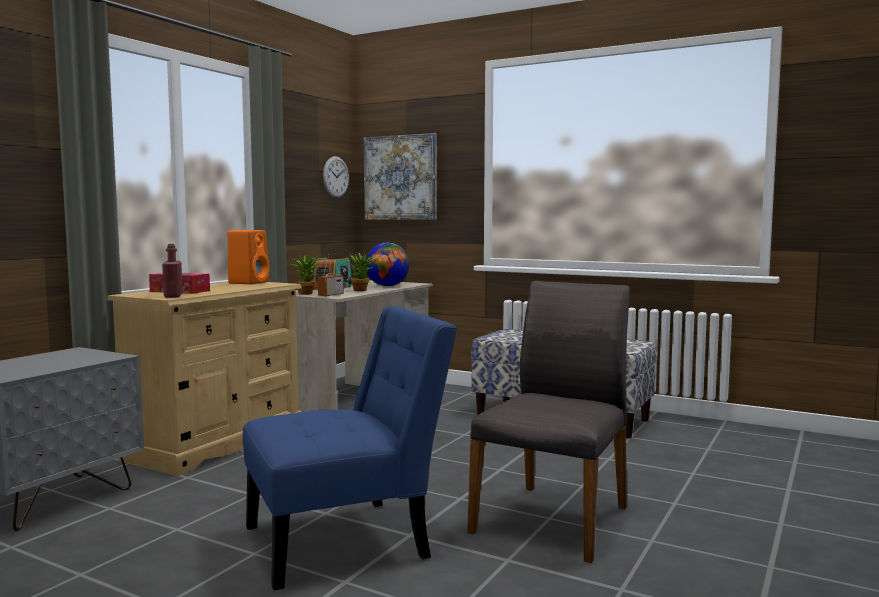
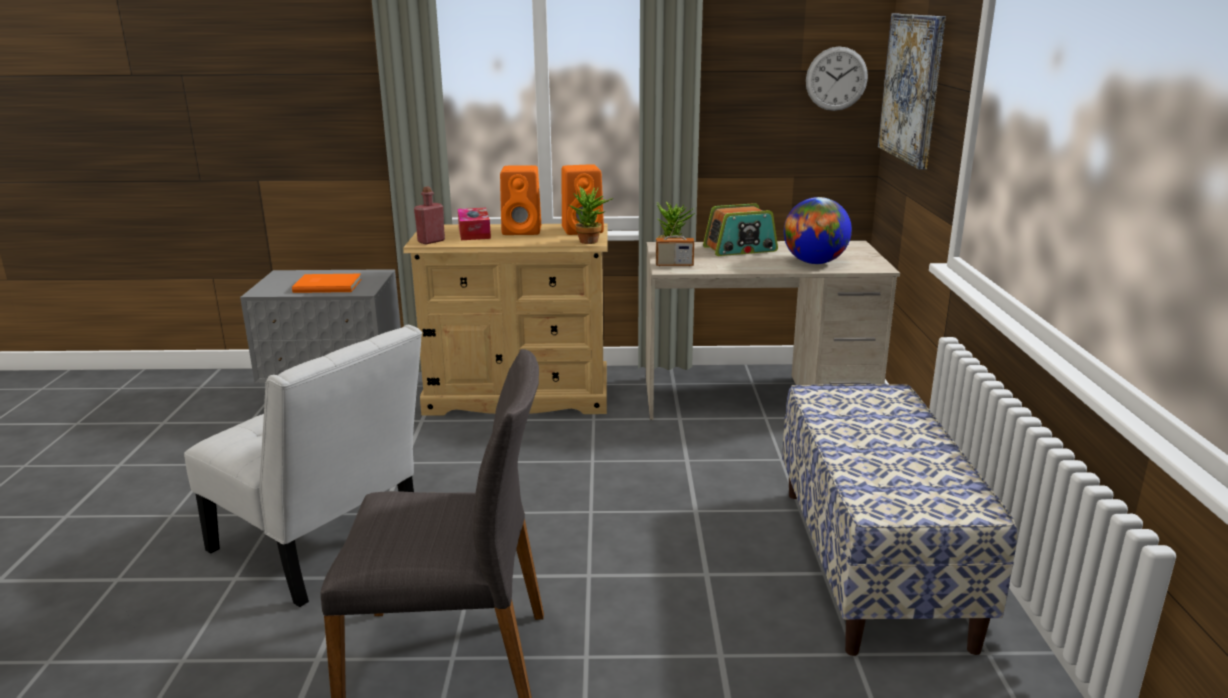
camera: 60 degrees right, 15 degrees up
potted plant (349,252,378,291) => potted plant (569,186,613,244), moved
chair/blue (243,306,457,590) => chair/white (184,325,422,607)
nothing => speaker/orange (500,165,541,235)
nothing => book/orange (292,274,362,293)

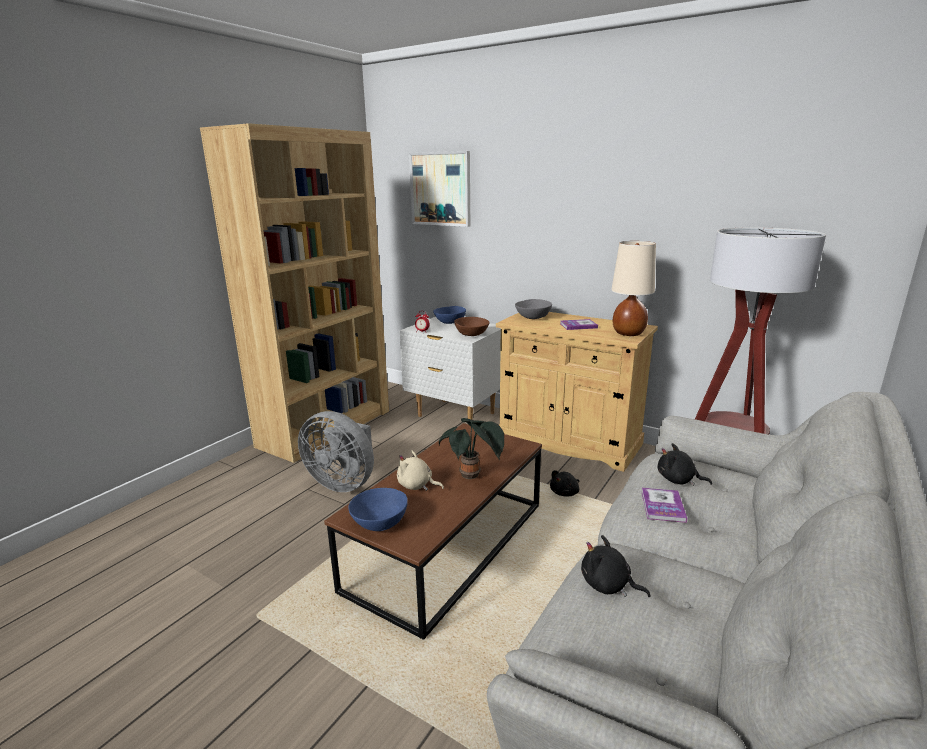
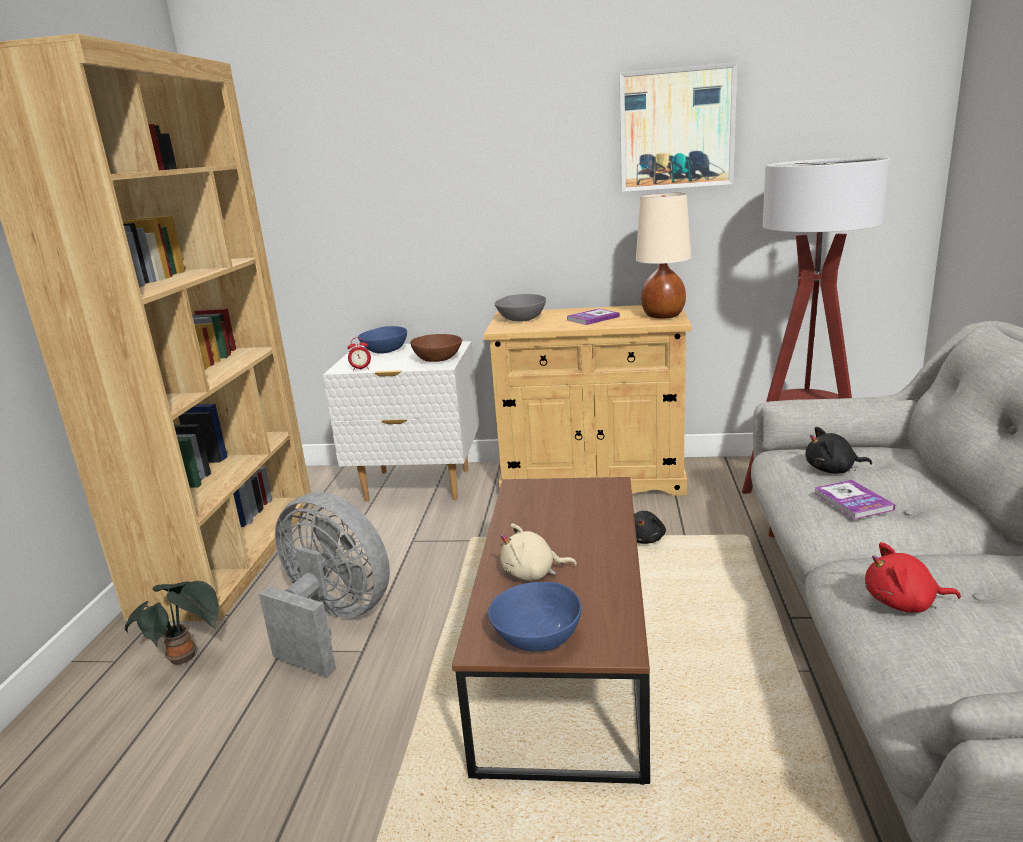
camera: 25 degrees left, 0 degrees up
picture (409,151,470,227) => picture (619,62,737,192), moved
fan/grey (298,411,374,492) => fan/grey (259,492,390,676), 150 degrees counterclockwise
potted plant (439,418,504,479) => potted plant (125,581,219,665), moved
plush toy/black (581,535,650,597) => plush toy/red (865,542,961,613)

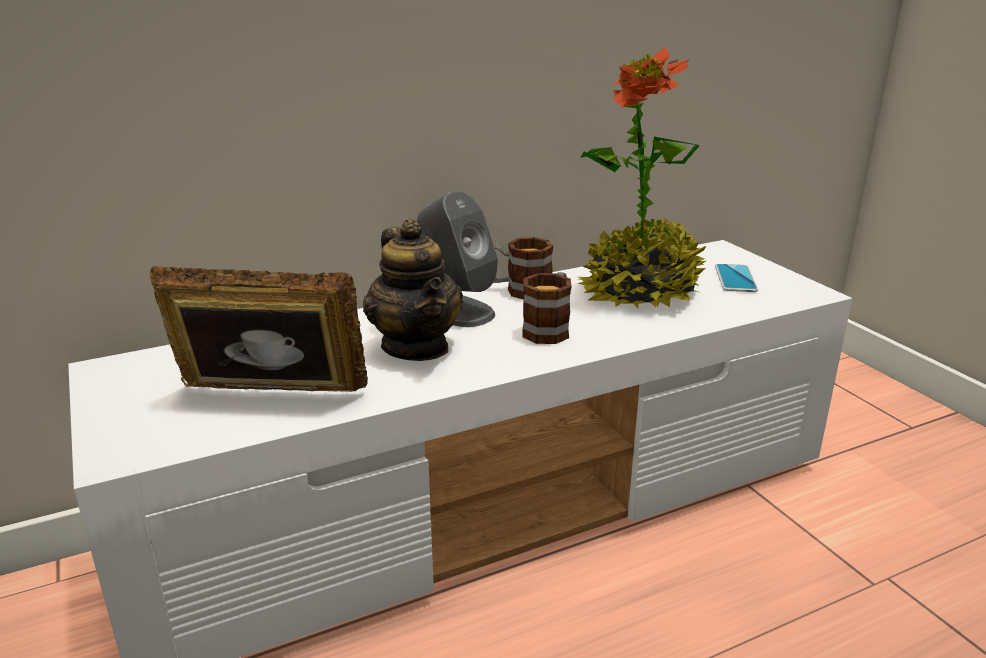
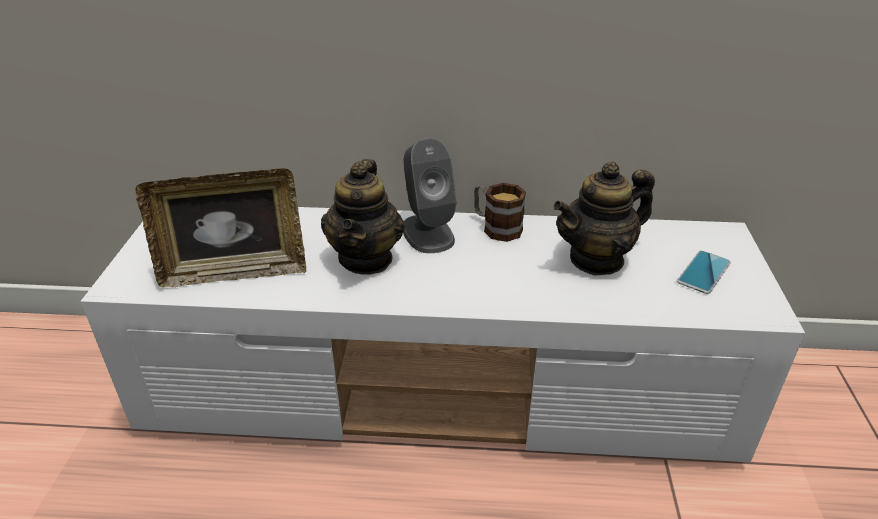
camera: 30 degrees right, 10 degrees up
potted plant (577,47,706,308) => teapot (553,162,655,275)
picture frame (150,266,368,392) => picture frame (136,169,306,287), 135 degrees clockwise
mug (523,272,572,344) => nothing

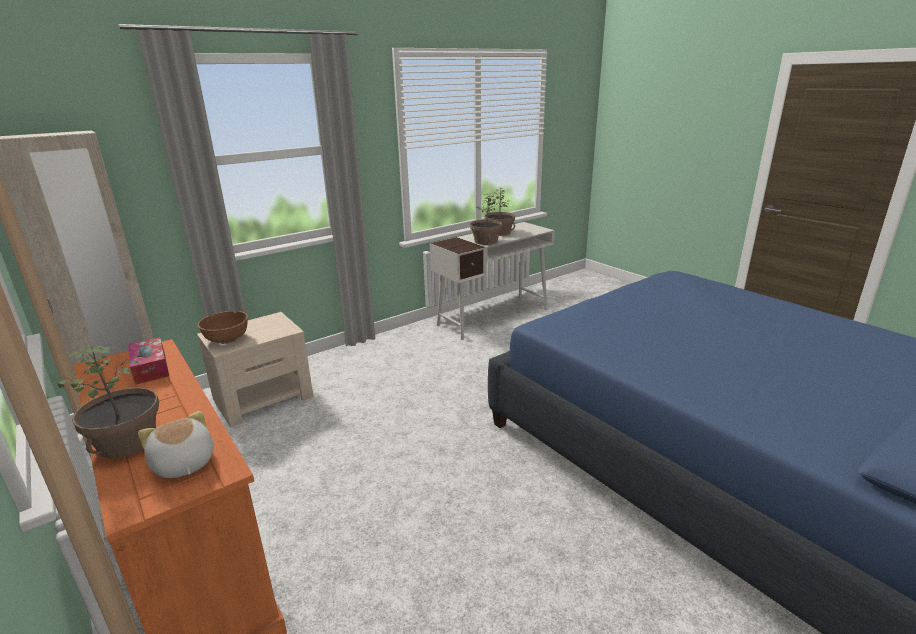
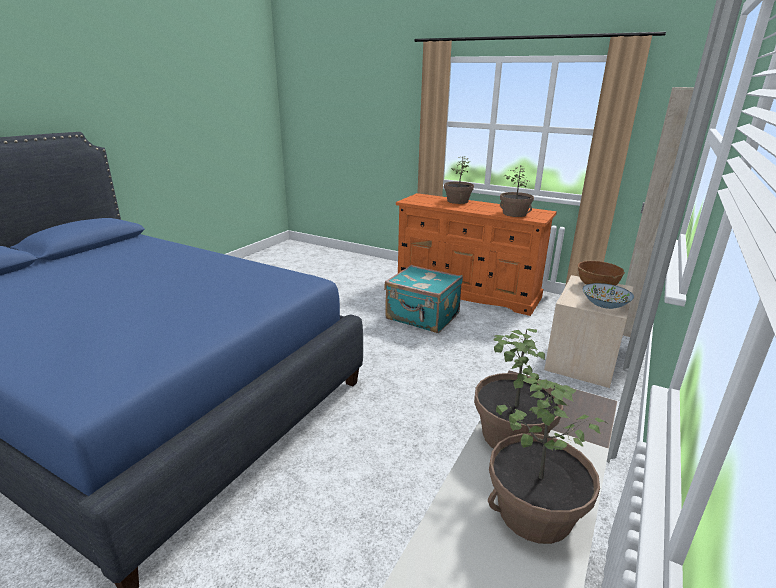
camera: 155 degrees right, 0 degrees up
tissue box (128,337,169,385) => potted plant (500,166,534,217)
plush toy (138,411,214,478) => nothing
nothing => suitcase/turquoise (384,265,463,333)
nothing => bowl (583,283,634,309)

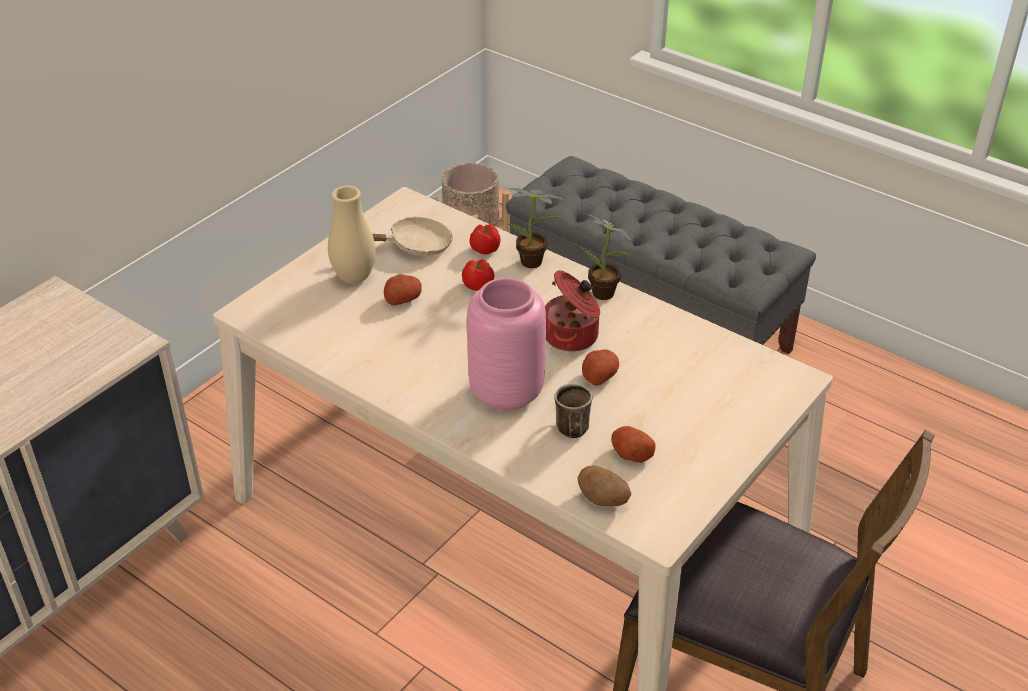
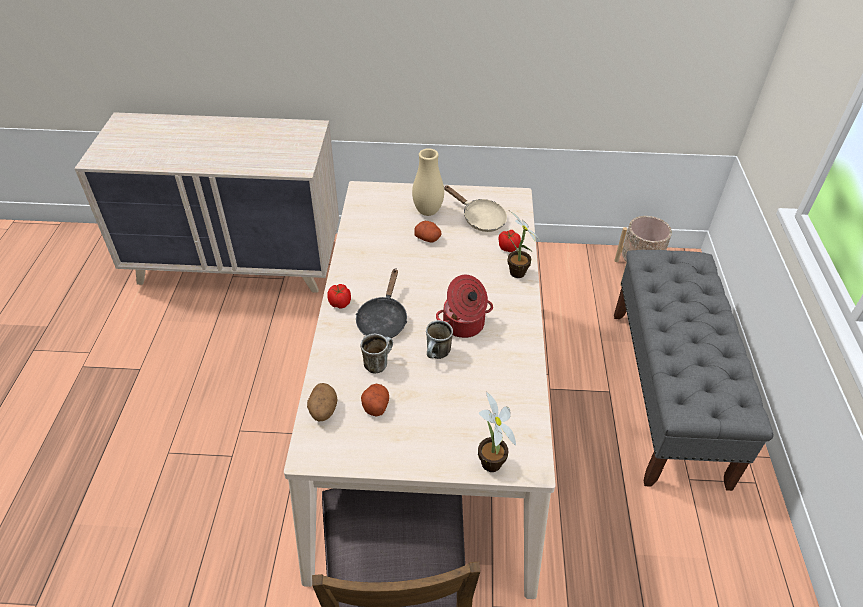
camera: 55 degrees right, 5 degrees up
potted plant (581,212,631,300) => potted plant (478,392,516,472), moved
tomato (462,260,495,291) => tomato (327,284,351,308), moved
vase/pink (467,278,546,411) => frying pan/black (356,268,407,338)
potato (582,350,619,386) => mug (426,320,453,359)

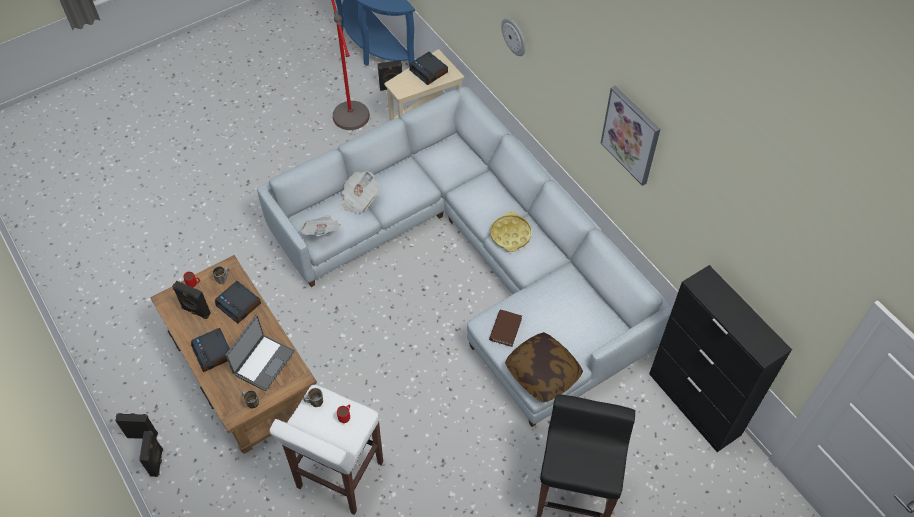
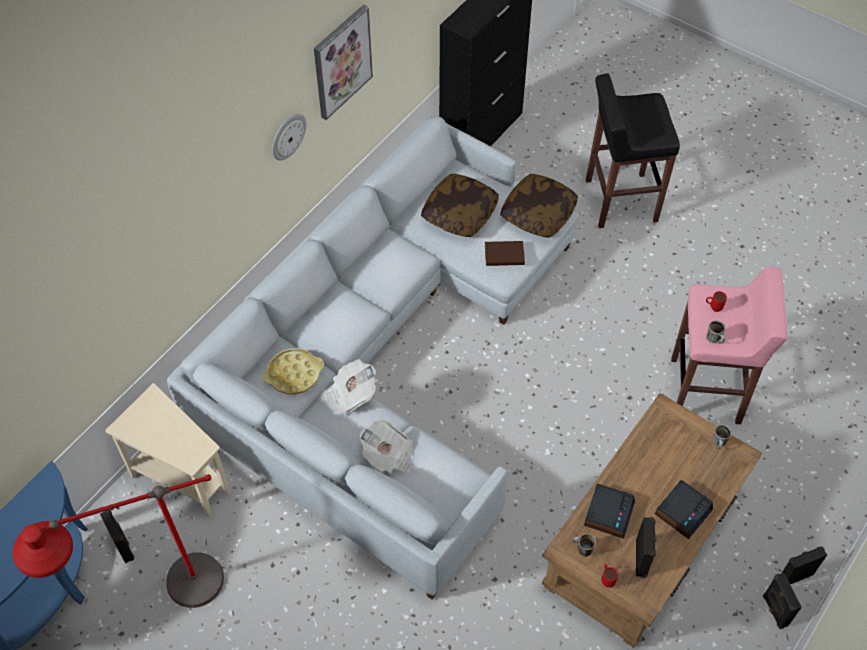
camera: 110 degrees left, 0 degrees up
wall clock (501,18,526,56) => wall clock (272,114,307,161), moved
alarm clock (409,52,448,85) => nothing
tray/yellow (490,211,532,252) => tray/yellow (262,348,324,395), moved
newspaper (300,215,341,236) => newspaper (323,359,376,415), moved
laptop (225,315,295,391) => nothing
stool/white (269,385,383,515) => stool/pink (671,266,787,424)
nothing => pillow (421,174,499,237)

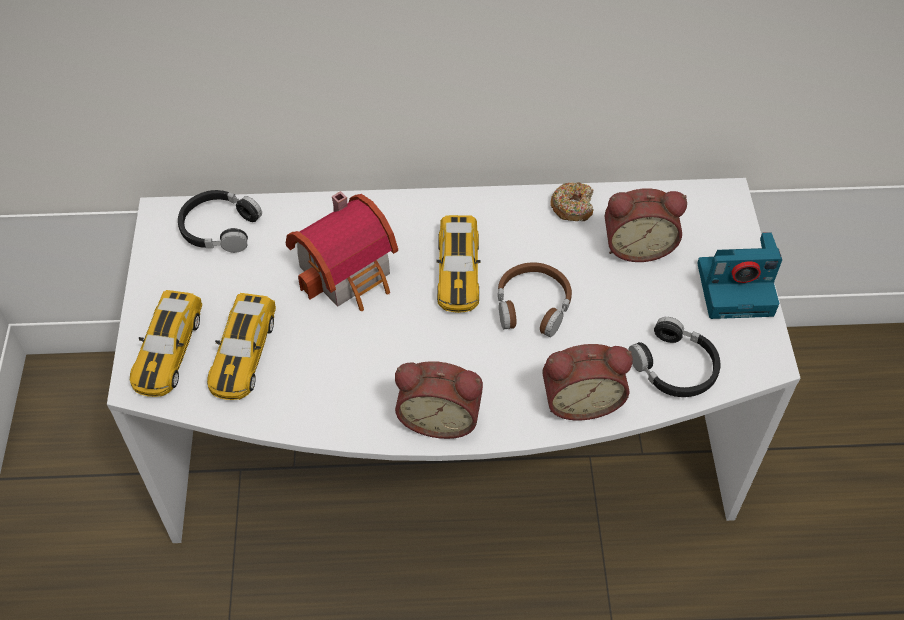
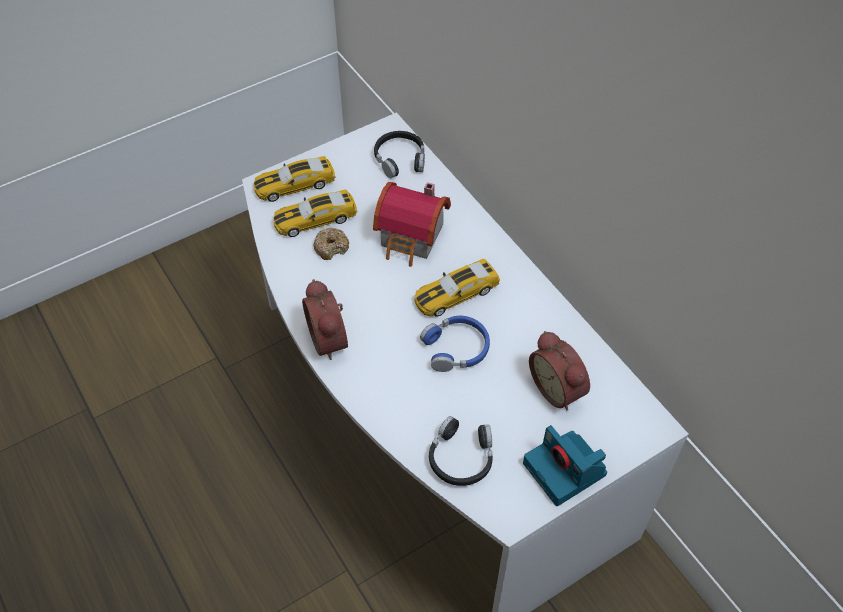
camera: 60 degrees right, 0 degrees up
donut (550,182,594,221) => donut (313,228,349,260), moved
headphones/brown (498,263,572,337) => headphones/blue (420,316,490,372)
alarm clock (542,344,633,420) => nothing

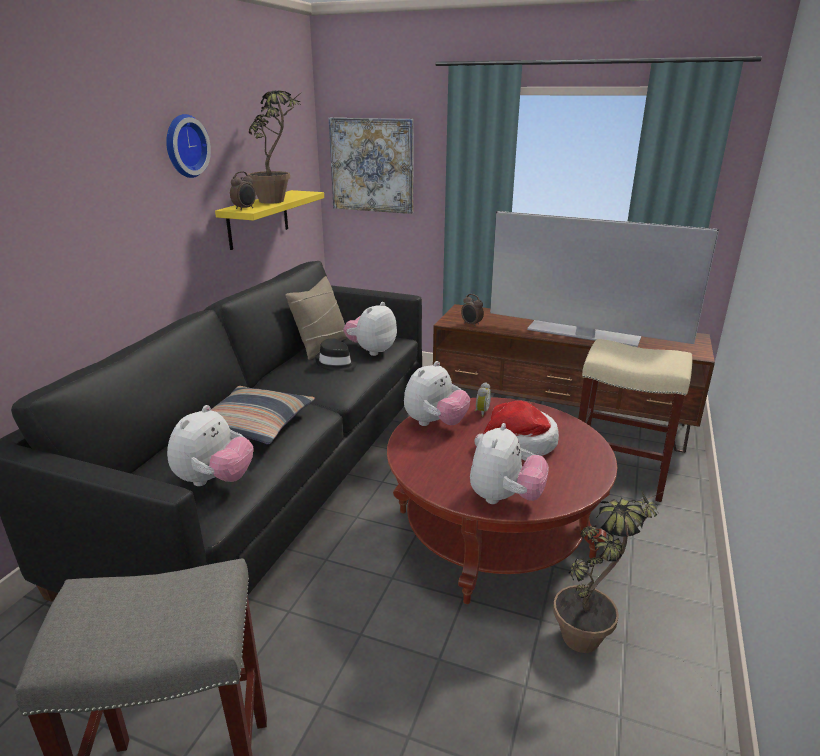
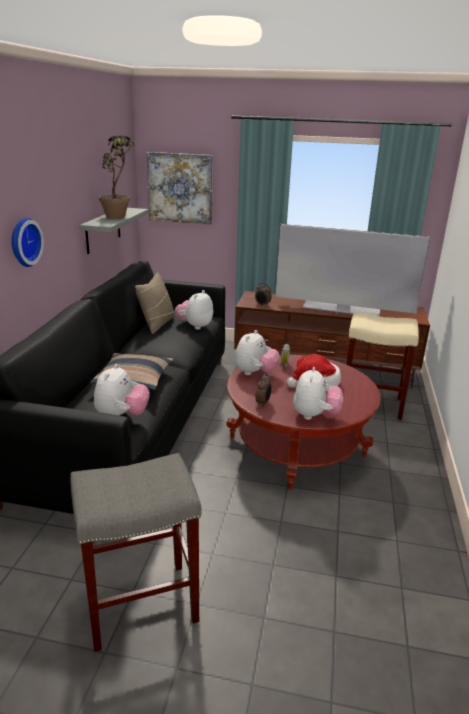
camera: 10 degrees left, 0 degrees up
wall clock (166,114,211,178) => wall clock (12,217,44,267), moved
alarm clock (230,171,256,210) => alarm clock (255,374,271,407), moved
shelf/yellow (215,190,324,250) => shelf/grey (79,208,149,254)
hat/black (315,338,357,371) => nothing
potted plant (553,490,666,653) => nothing

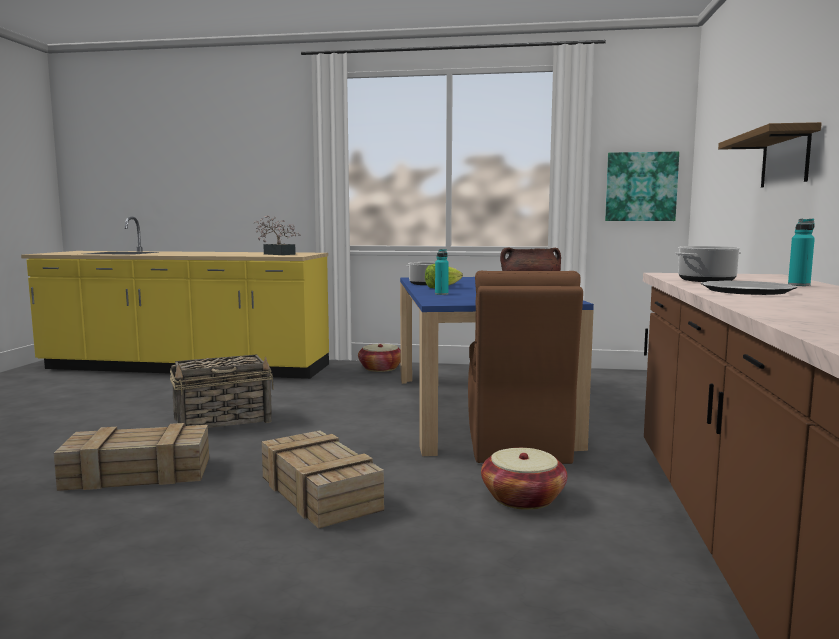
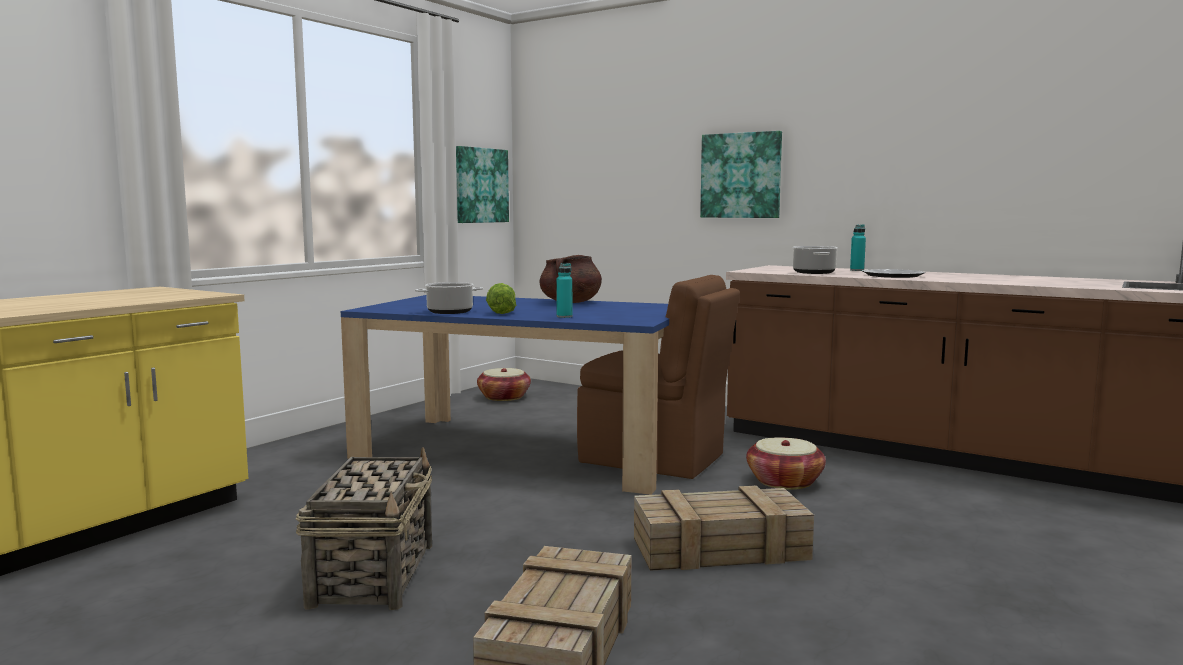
camera: 65 degrees left, 0 degrees up
shelf (718,122,822,188) => picture (700,131,782,218)
potted plant (254,215,301,255) => nothing
basket (358,344,401,372) => basket (477,368,531,401), moved

